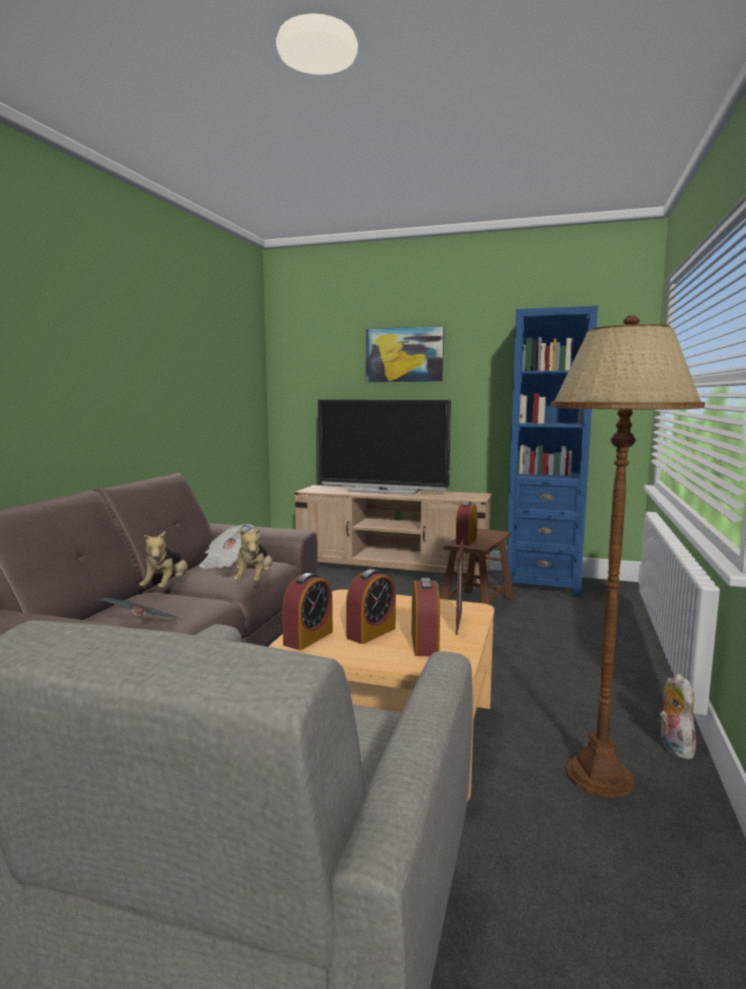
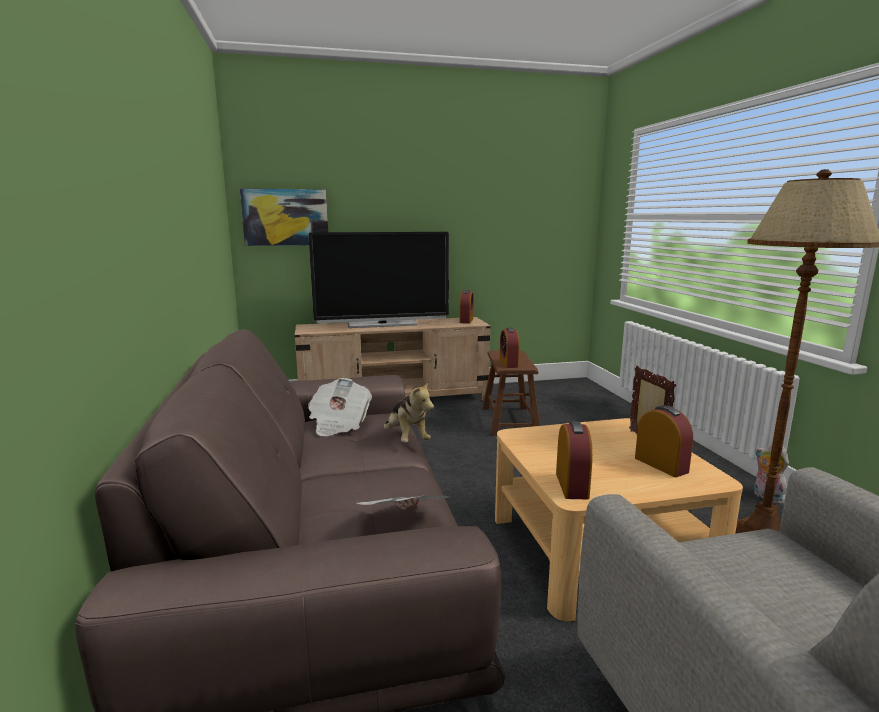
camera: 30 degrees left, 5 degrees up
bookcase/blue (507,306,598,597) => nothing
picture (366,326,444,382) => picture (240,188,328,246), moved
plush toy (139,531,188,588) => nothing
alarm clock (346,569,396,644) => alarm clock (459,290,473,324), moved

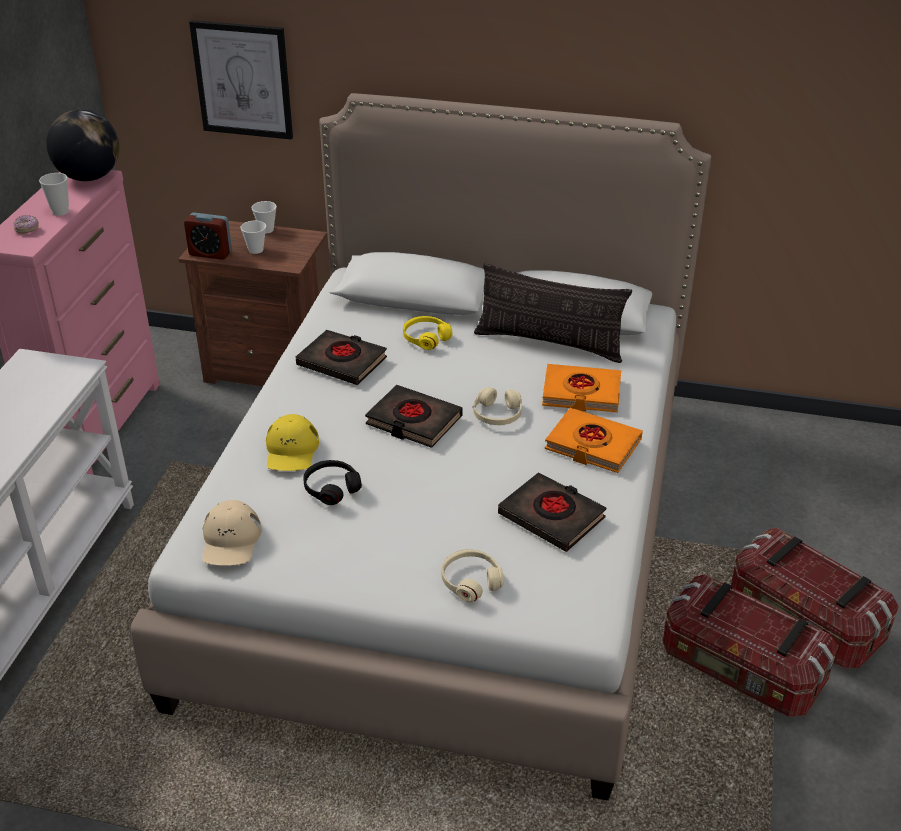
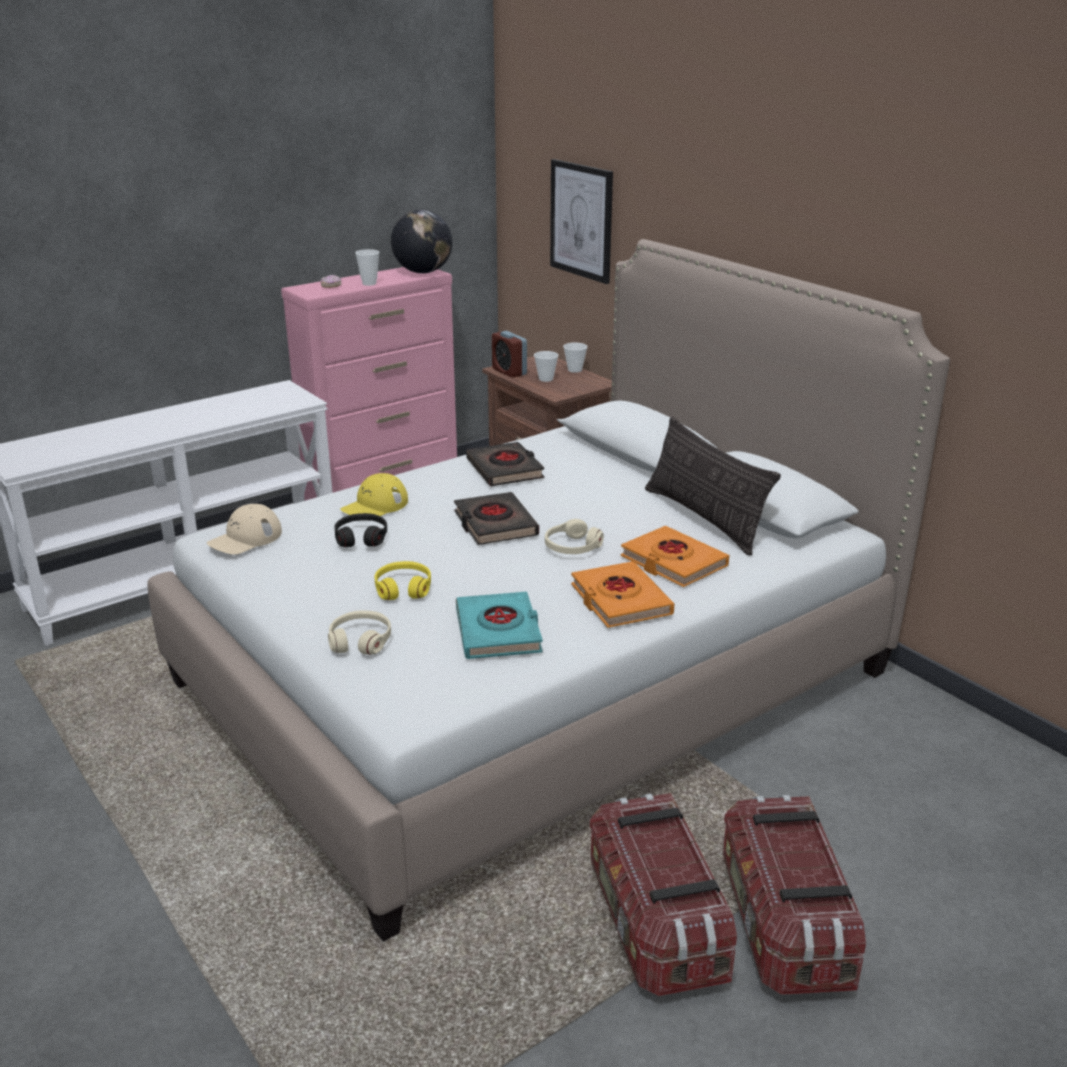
camera: 40 degrees right, 10 degrees down
headphones/yellow (403,316,452,350) => headphones/yellow (374,561,431,600), moved
book/black (498,472,607,552) => book/turquoise (456,592,543,659)

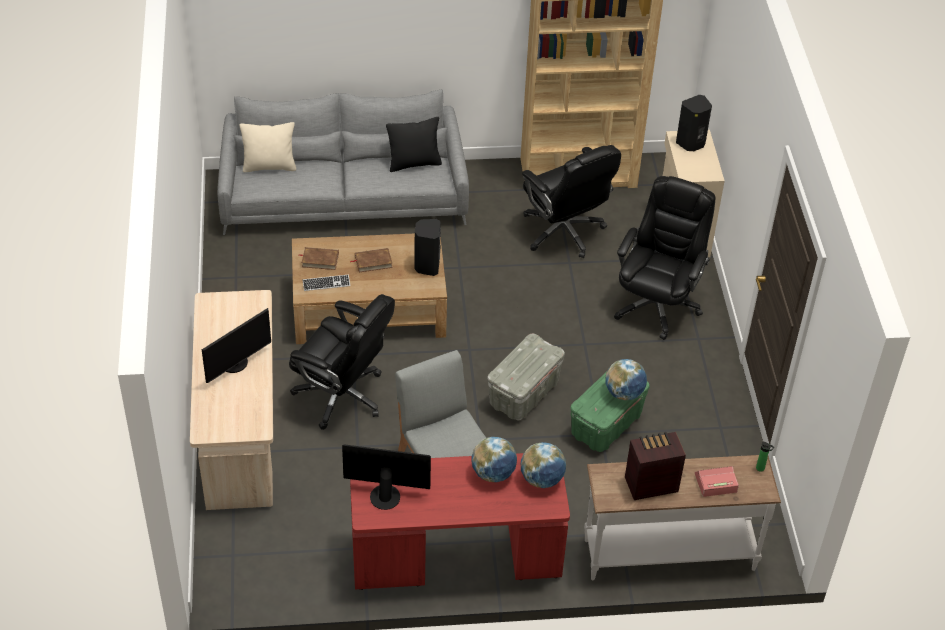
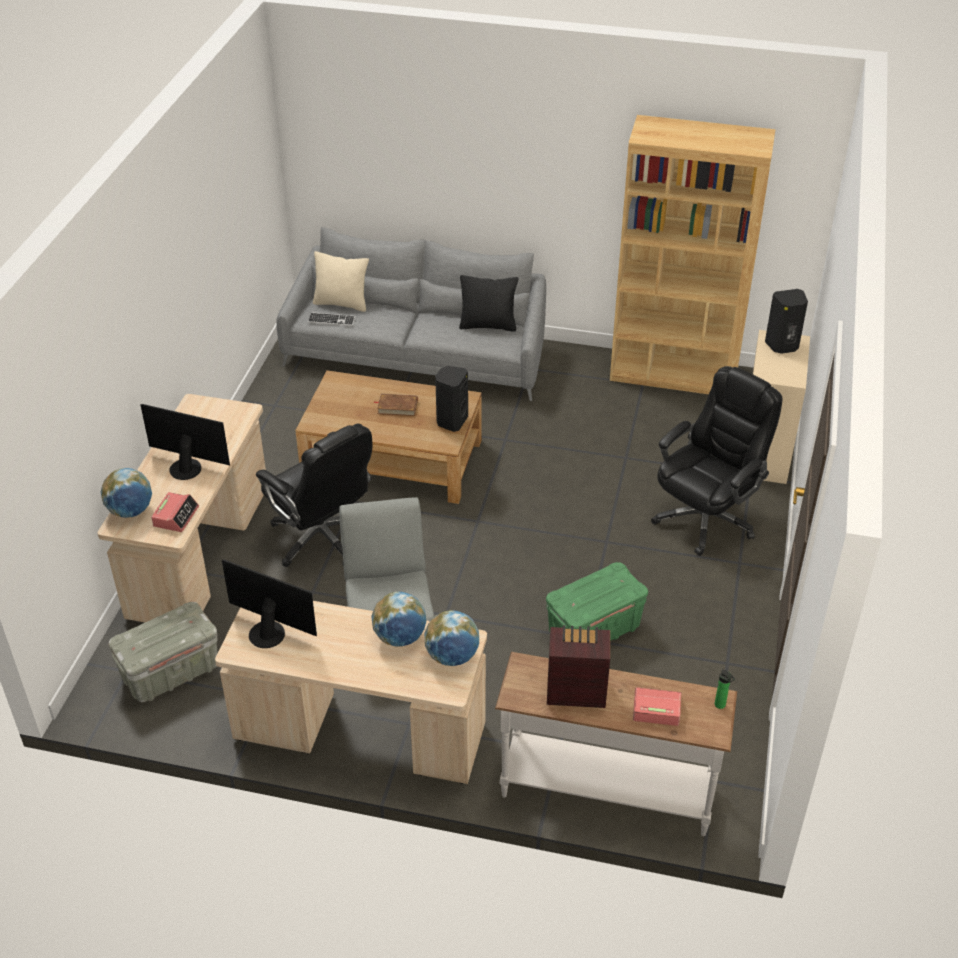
camera: 20 degrees right, 5 degrees down
office chair/black (522,145,621,258) => nothing
book/brown (299,247,339,270) => nothing
keyboard (303,275,350,291) => keyboard (308,312,355,326), moved
monitor (202,308,271,383) => monitor (140,404,230,480), 135 degrees counterclockwise
storage box/grey (487,334,565,421) => storage box/grey (108,602,218,702), moved
globe (605,359,647,400) => globe (101,468,152,518), moved
desk/red (350,453,570,590) => desk/beige (215,601,487,784)
nothing => alarm clock (151,492,199,532)

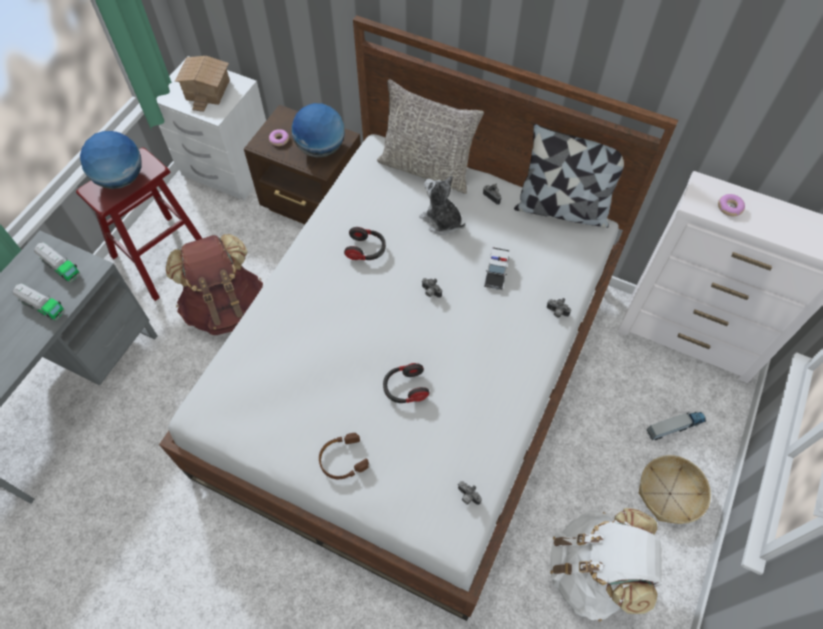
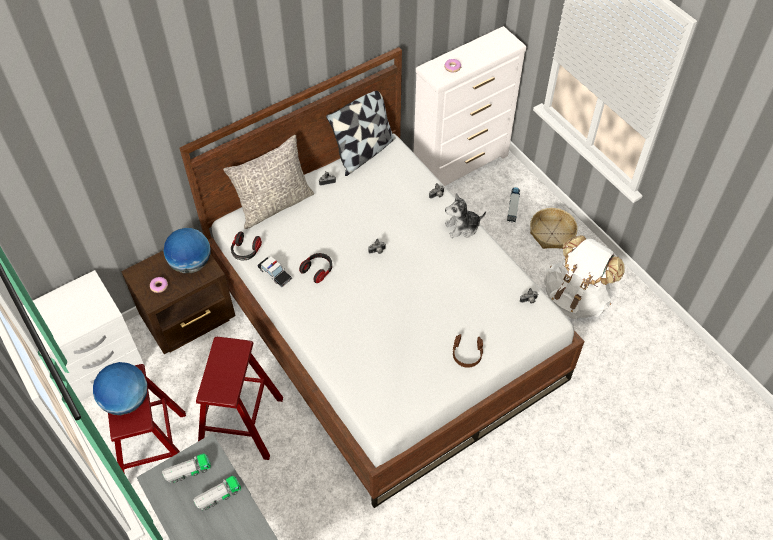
camera: 60 degrees left, 5 degrees down
toy house (175,56,230,112) => nothing
plush toy (419,176,465,235) => plush toy (445,193,486,238), moved
backpack/brown (166,234,263,335) => stool/red (196,337,283,460)
toy car (484,247,510,290) => toy car (257,257,292,287), moved
headphones (383,363,430,403) => headphones (231,231,262,261), moved

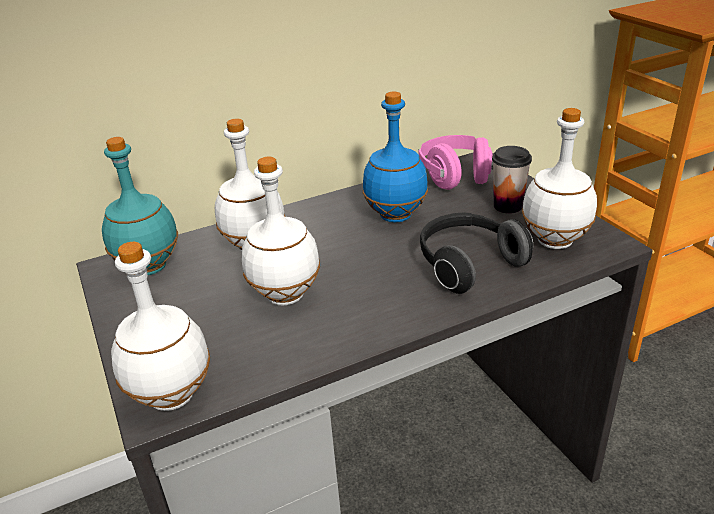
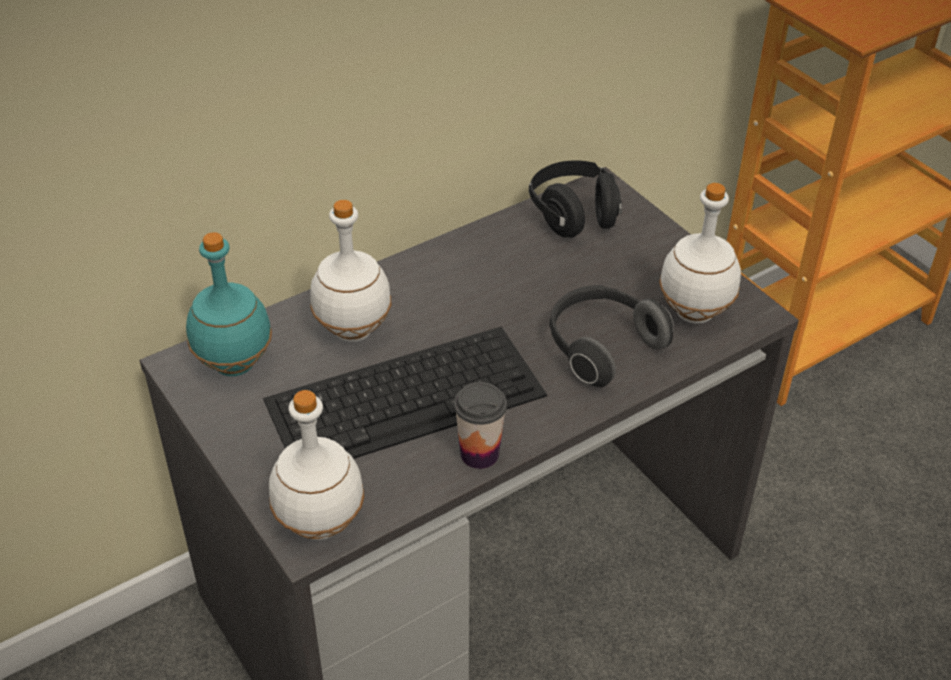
camera: 10 degrees left, 10 degrees up
bottle/blue (363,92,428,223) => nothing
headphones/pink (418,135,493,190) => headphones/black (529,161,622,238)
cup (492,146,532,214) => cup (454,382,507,469), moved
bottle/white (242,157,320,305) => keyboard (263,326,547,459)

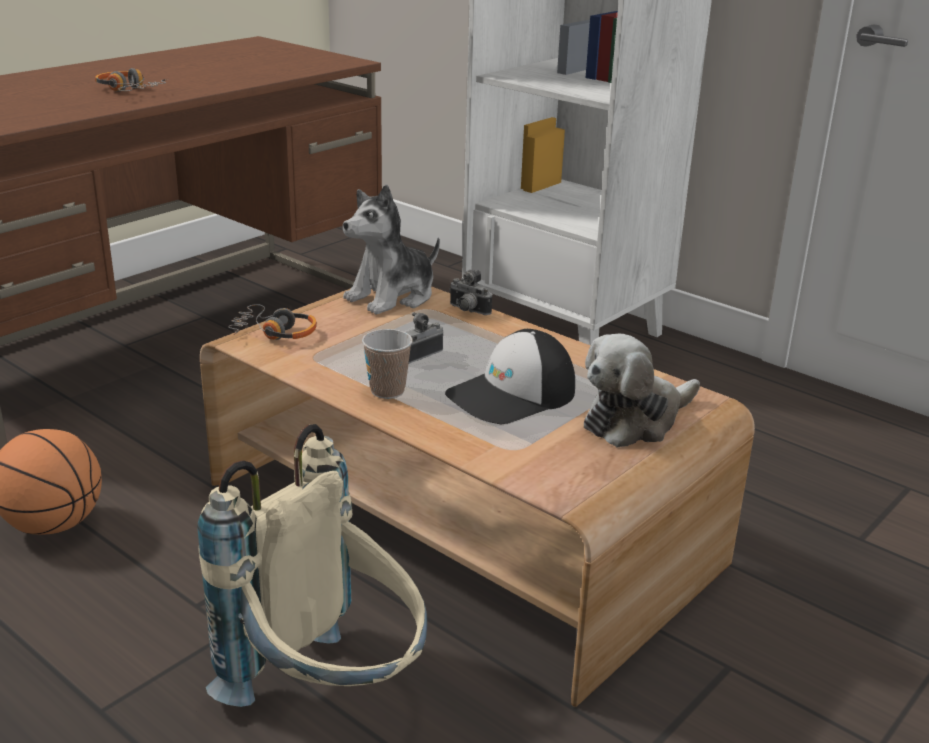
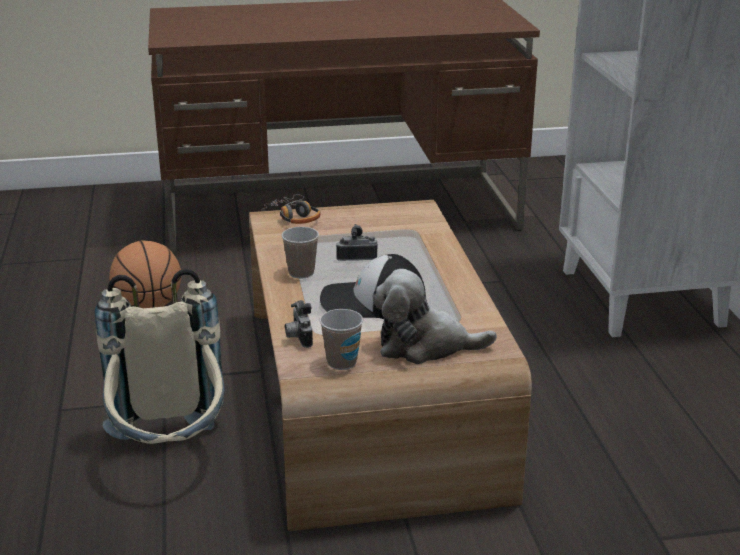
camera: 40 degrees right, 0 degrees up
headphones (95,68,168,92) => nothing
plush toy (343,184,440,314) => nothing
photo camera (449,270,492,315) => photo camera (285,300,313,348), moved
nothing => cup (320,309,363,370)

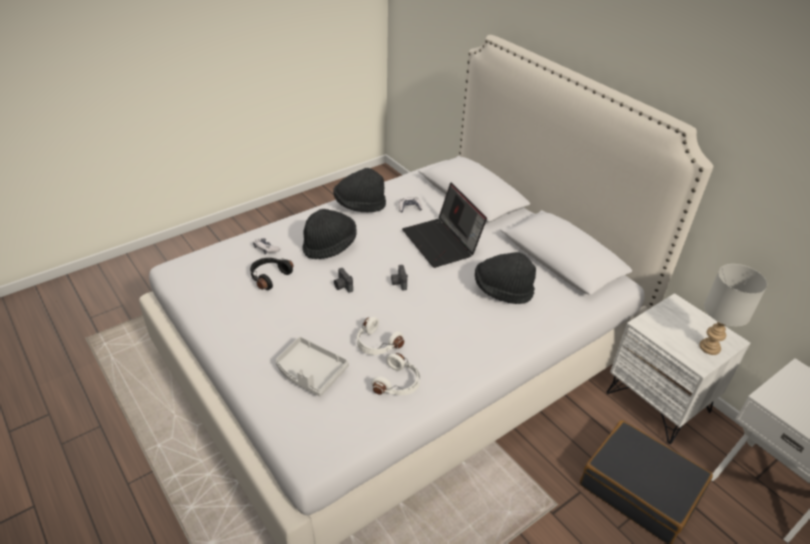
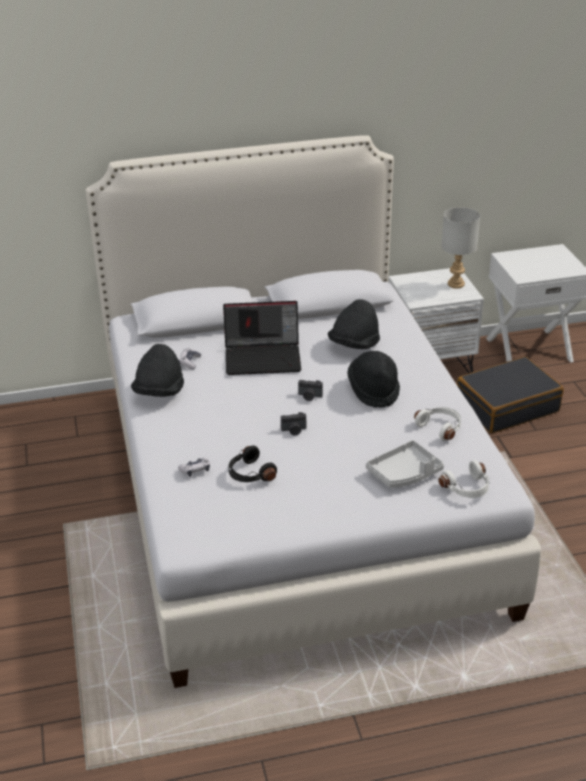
camera: 65 degrees left, 5 degrees down
hat/black (302,209,357,259) => hat/black (347,351,400,408), moved
headphones/white (357,317,405,355) => headphones/white (438,460,490,498), moved

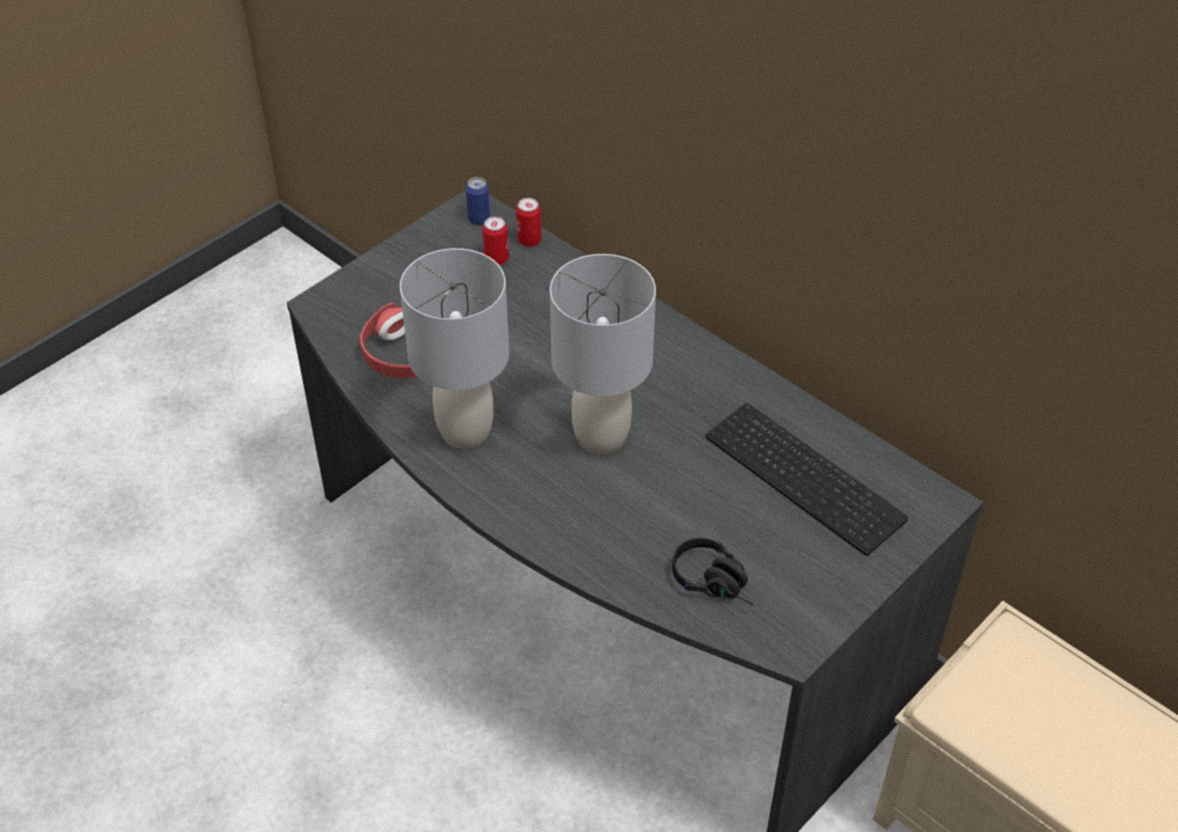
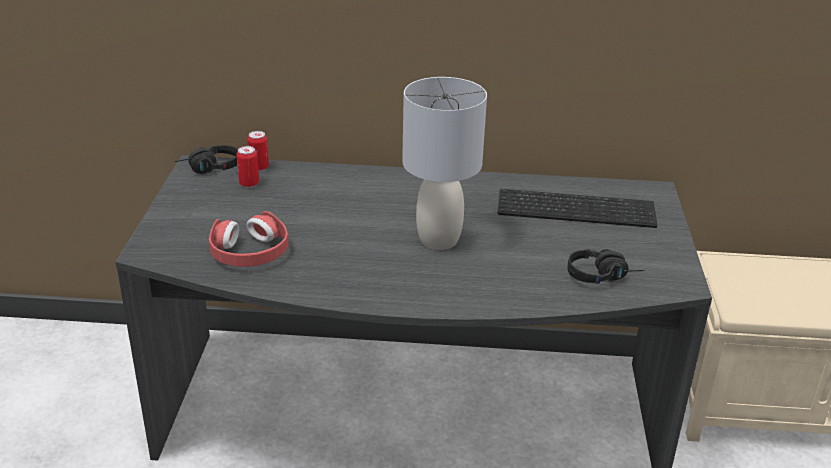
camera: 40 degrees left, 15 degrees down
can (466,177,490,225) => headphones/black (175,145,238,174)
table lamp/grey (400,248,509,449) => nothing

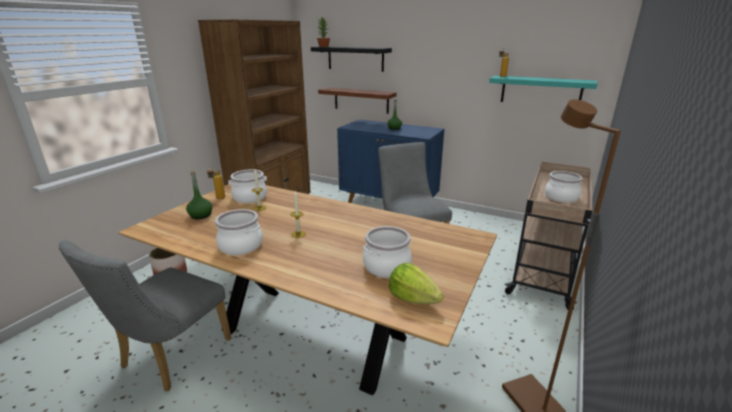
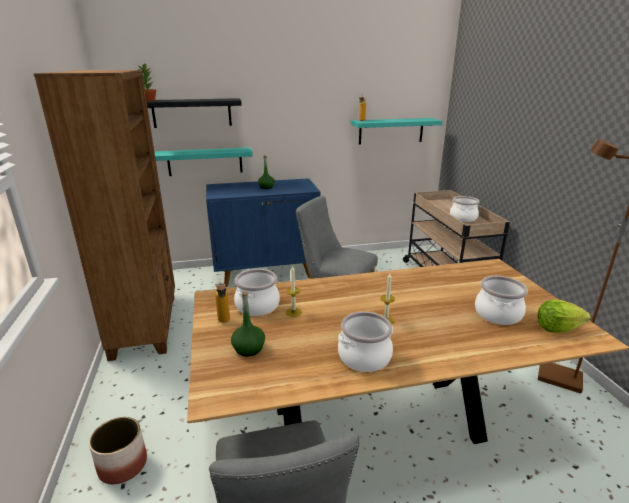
camera: 40 degrees left, 0 degrees up
shelf/brown (318,87,397,114) => shelf/turquoise (155,147,253,176)

